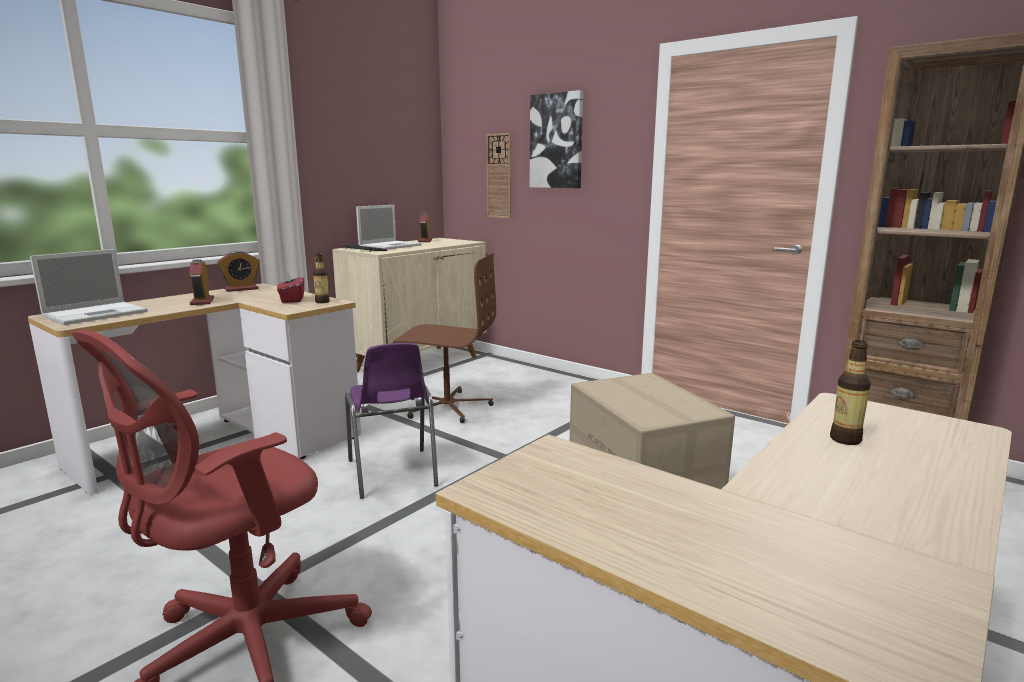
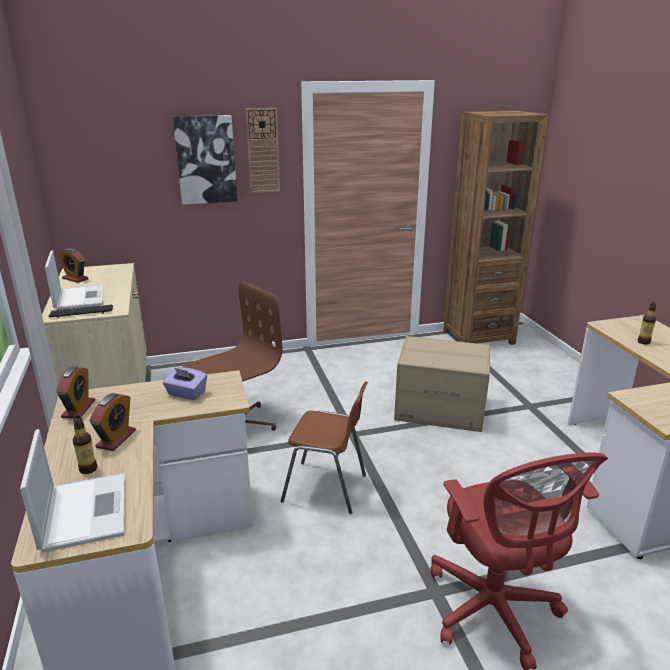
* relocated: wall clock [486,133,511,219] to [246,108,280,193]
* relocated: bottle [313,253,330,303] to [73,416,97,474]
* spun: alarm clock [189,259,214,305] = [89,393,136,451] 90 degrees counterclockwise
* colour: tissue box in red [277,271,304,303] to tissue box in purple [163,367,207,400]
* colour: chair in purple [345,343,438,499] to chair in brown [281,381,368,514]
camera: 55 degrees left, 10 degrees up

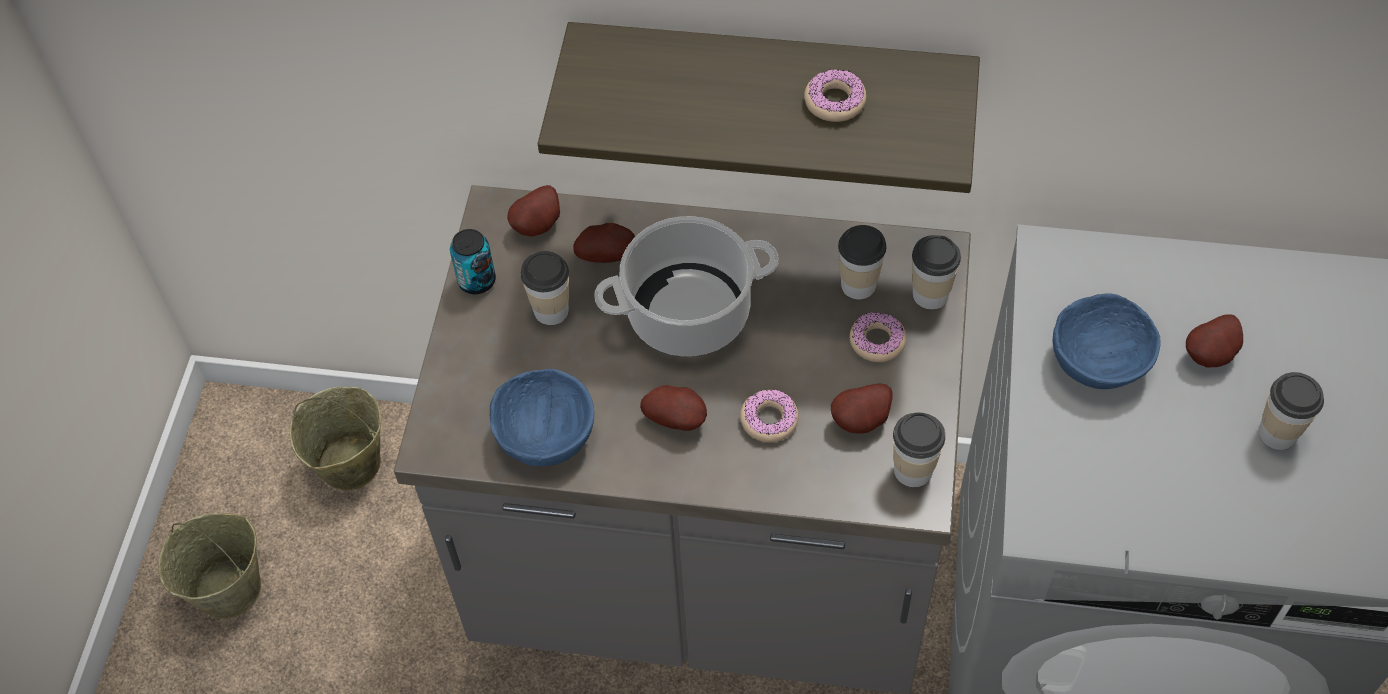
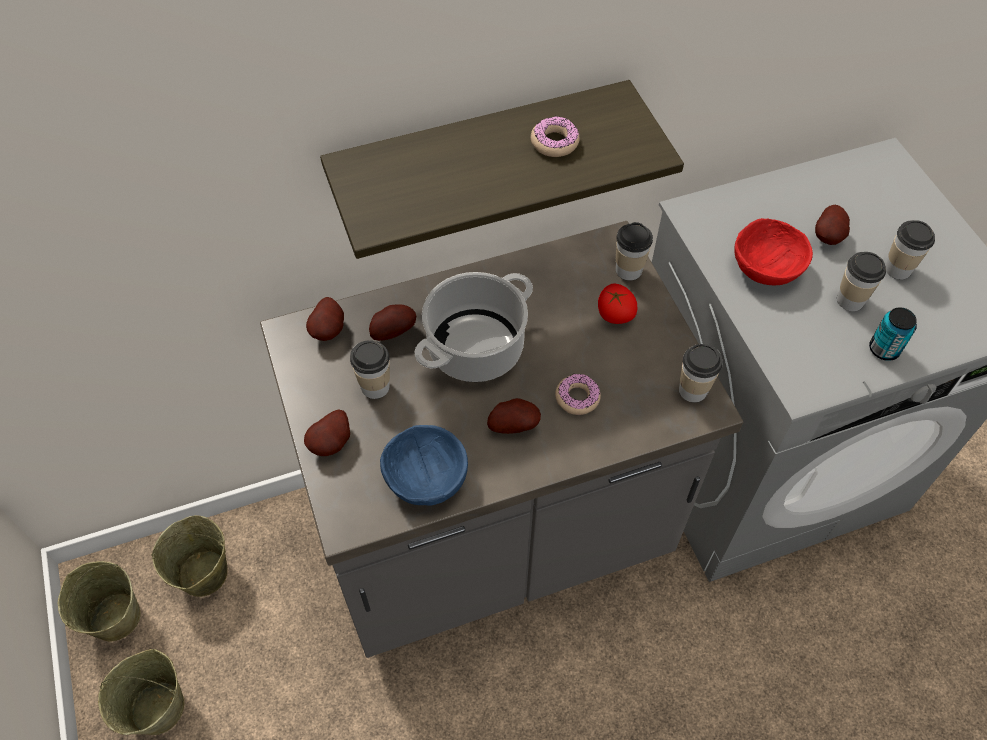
* relocated: cup [838,225,886,299] to [837,252,886,311]
* relocated: can [450,229,496,294] to [869,307,917,361]
* colour: bowl in blue [1053,293,1160,389] to bowl in red [735,218,813,285]
* exchanged: donut [850,312,907,362] to tomato [598,283,637,324]
* relocated: potato [831,384,893,434] to [304,410,350,456]
* appeared: bucket in beige [58,561,141,641]
camera: 30 degrees left, 0 degrees up

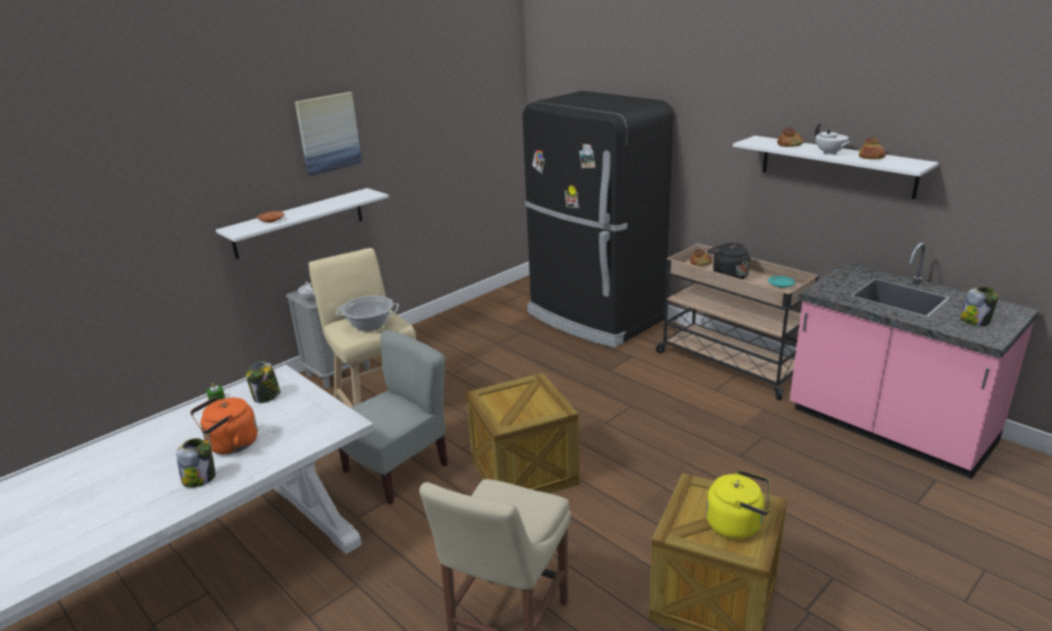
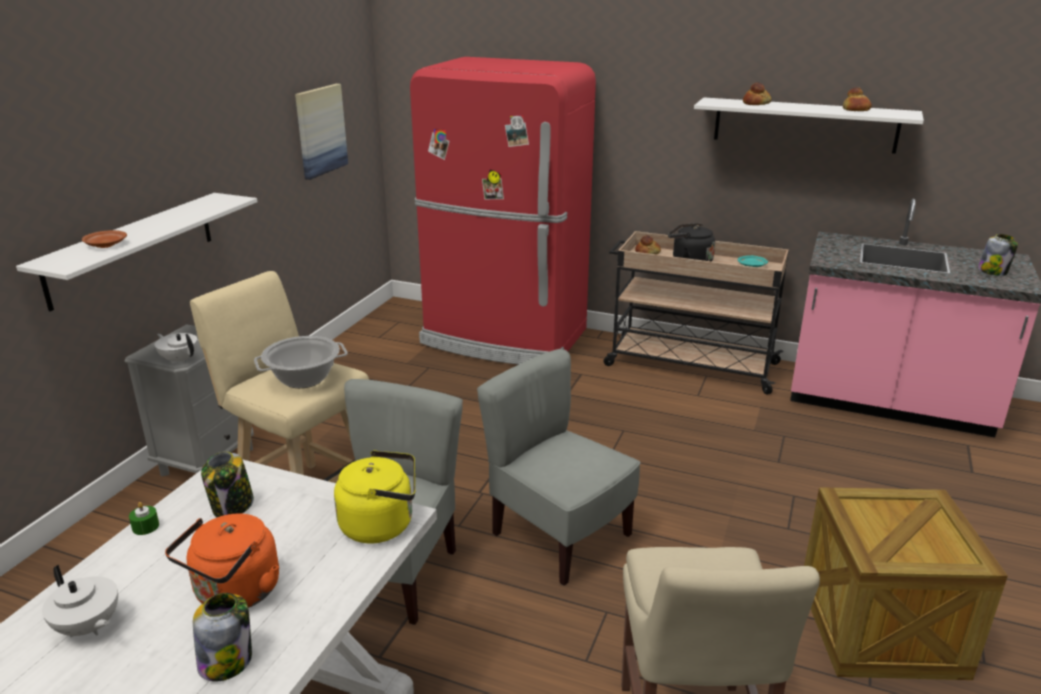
* colour: fridge in black [523,91,673,348] to fridge in red [410,57,596,365]
* relocated: picture [295,92,362,176] to [295,84,348,180]
* relocated: teapot in white [815,123,852,155] to [42,565,118,637]
* exchanged: crate [466,373,579,493] to chair in grey [477,349,641,585]
* relocated: kettle in yellow [706,470,770,539] to [334,450,416,543]
camera: 25 degrees left, 0 degrees up

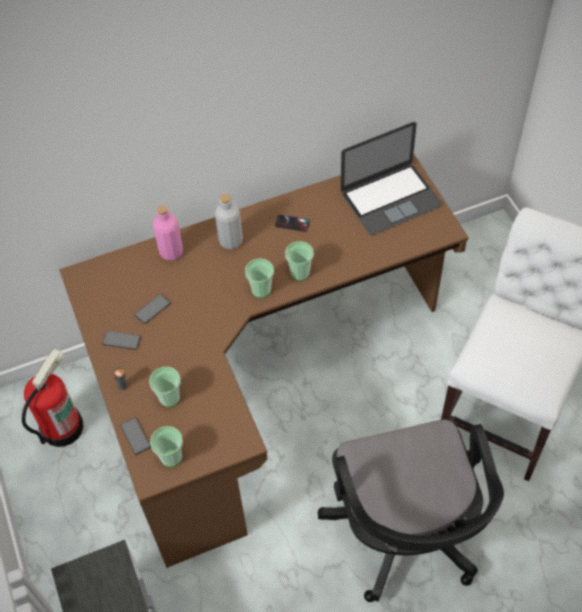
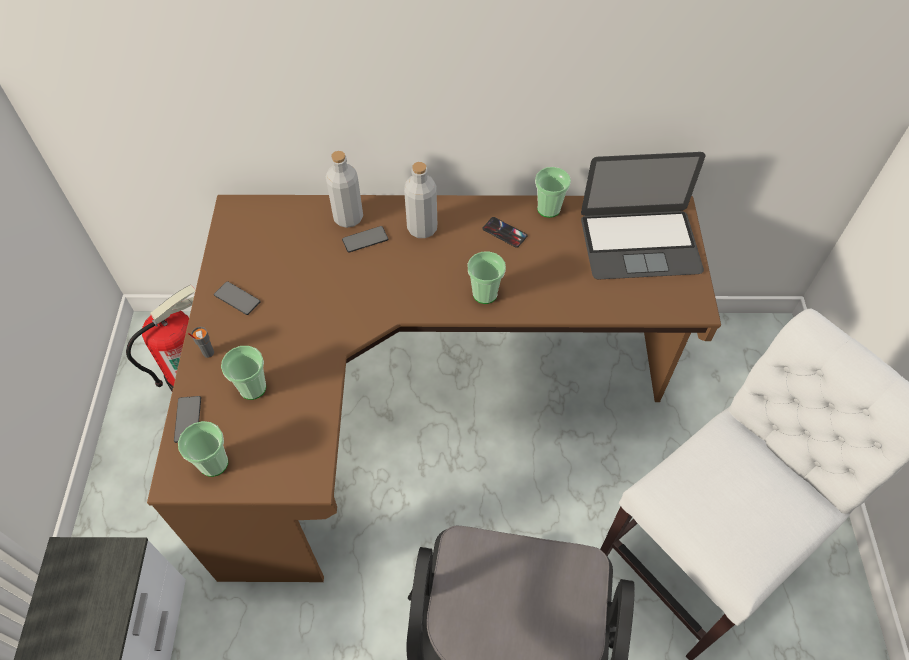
* colour: bottle in pink [153,205,183,261] to bottle in grey [326,151,363,228]
* relocated: cup [245,258,274,298] to [535,167,571,218]
* relocated: phone [135,294,170,324] to [342,226,388,253]
camera: 20 degrees right, 0 degrees up

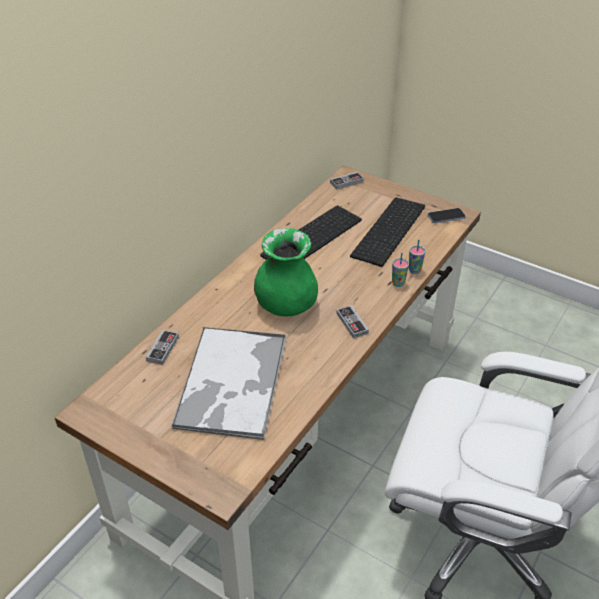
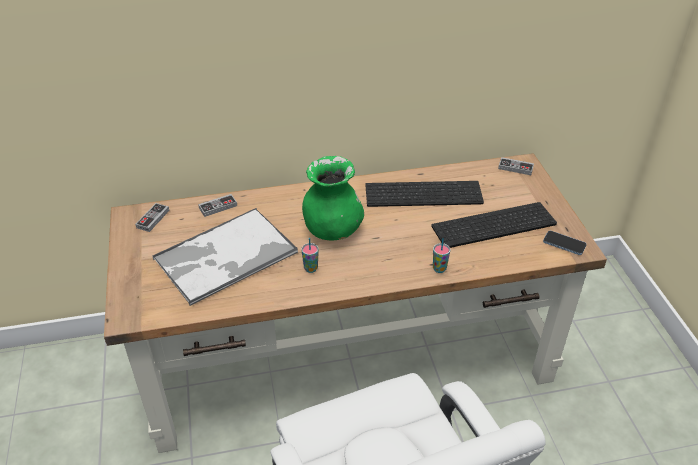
* relocated: cup [409,239,425,274] to [301,238,319,273]
* relocated: game controller [336,305,369,338] to [135,203,170,232]
camera: 45 degrees right, 0 degrees up

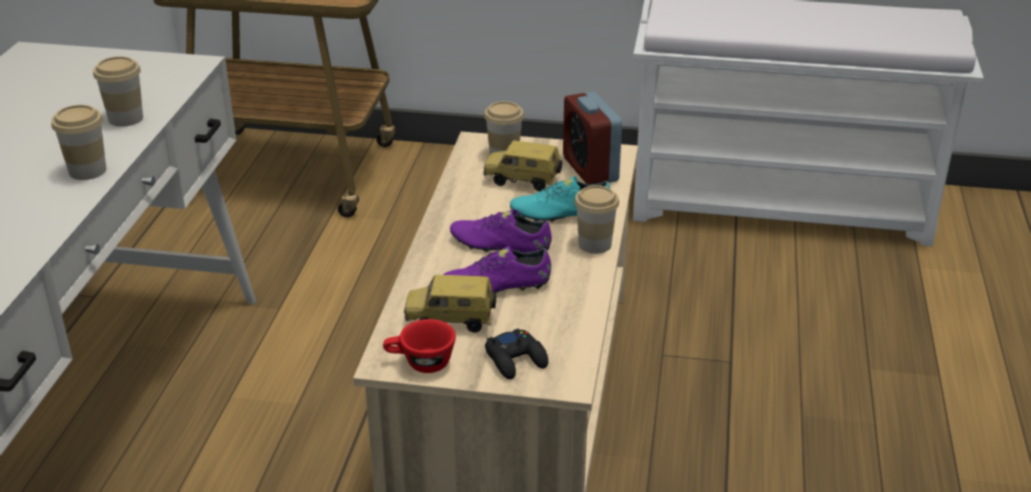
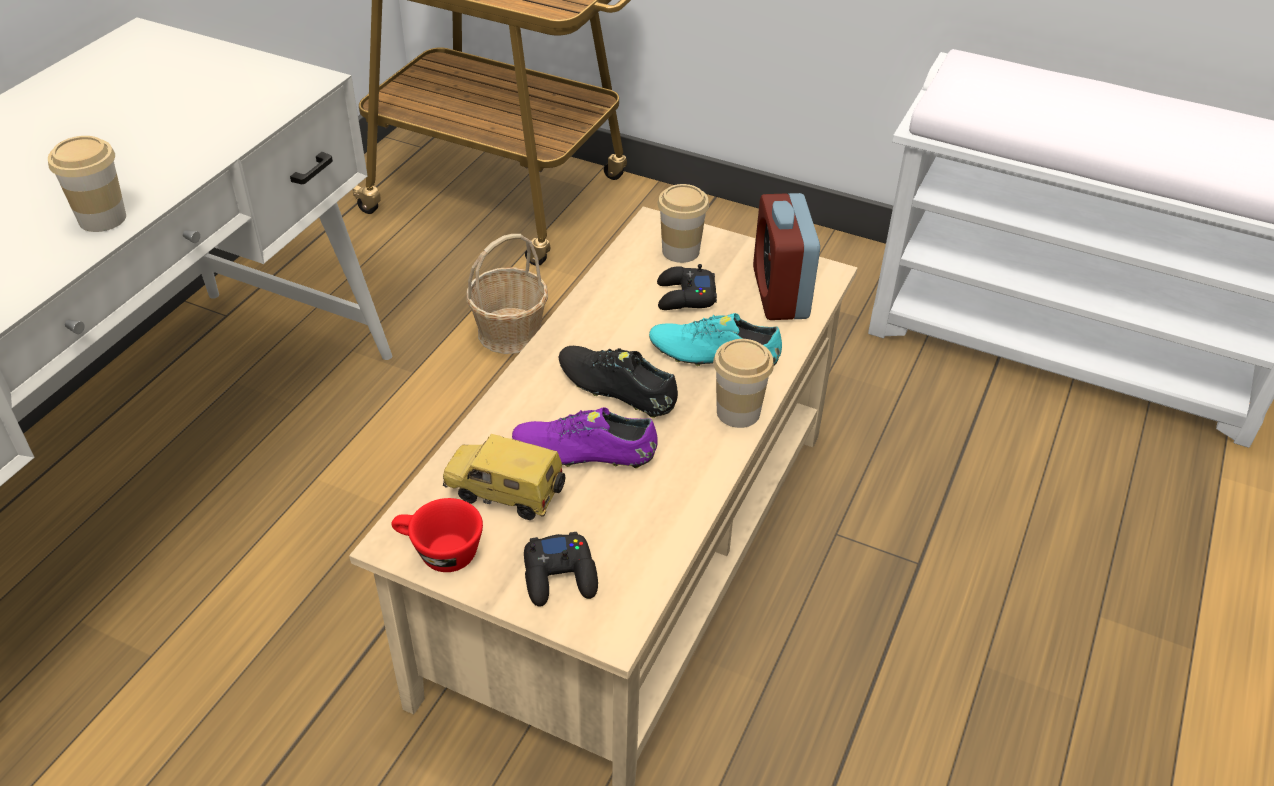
* missing: cup [93,56,143,127]
* exchanged: toy car [483,140,562,191] to game controller in black [657,264,717,310]
* colour: shoe in purple [450,210,552,253] to shoe in black [559,346,678,418]
* appeared: basket [467,234,548,354]
camera: 15 degrees right, 10 degrees up

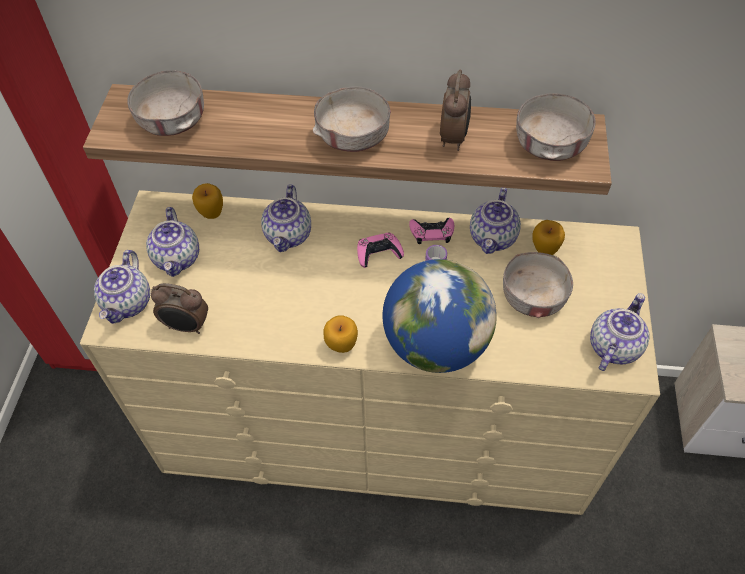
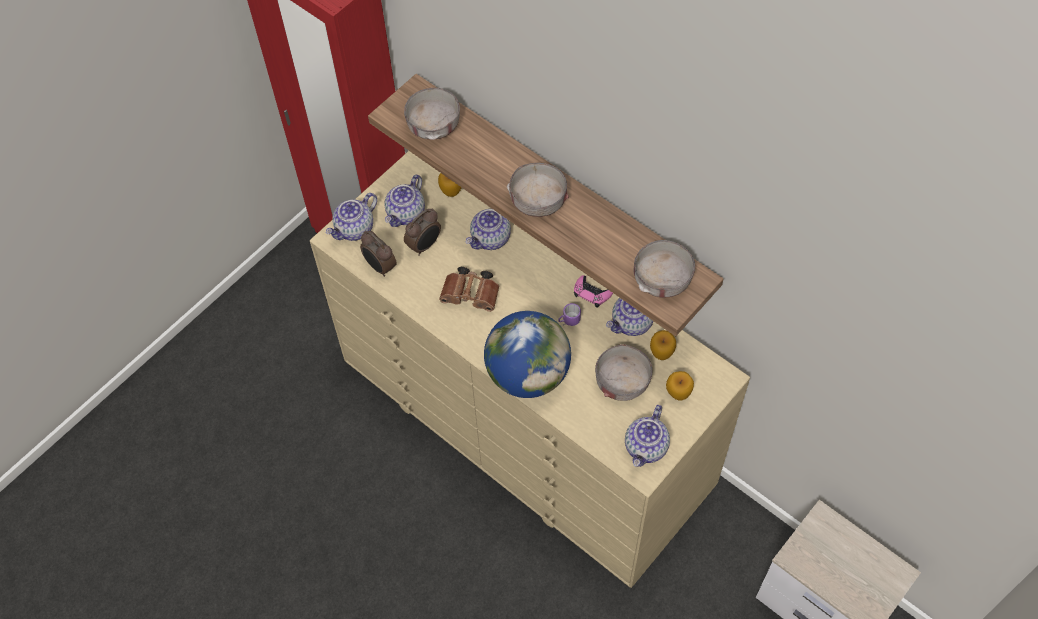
* relocated: alarm clock [440,70,471,151] to [404,208,441,256]
* missing: game controller in pink [357,233,404,268]
* spun: teapot [590,293,649,371] = [625,405,670,467] 135 degrees clockwise
* relocated: apple [323,315,358,353] to [666,371,694,401]
* appeared: binoculars in brown [439,267,499,312]
camera: 35 degrees right, 5 degrees up

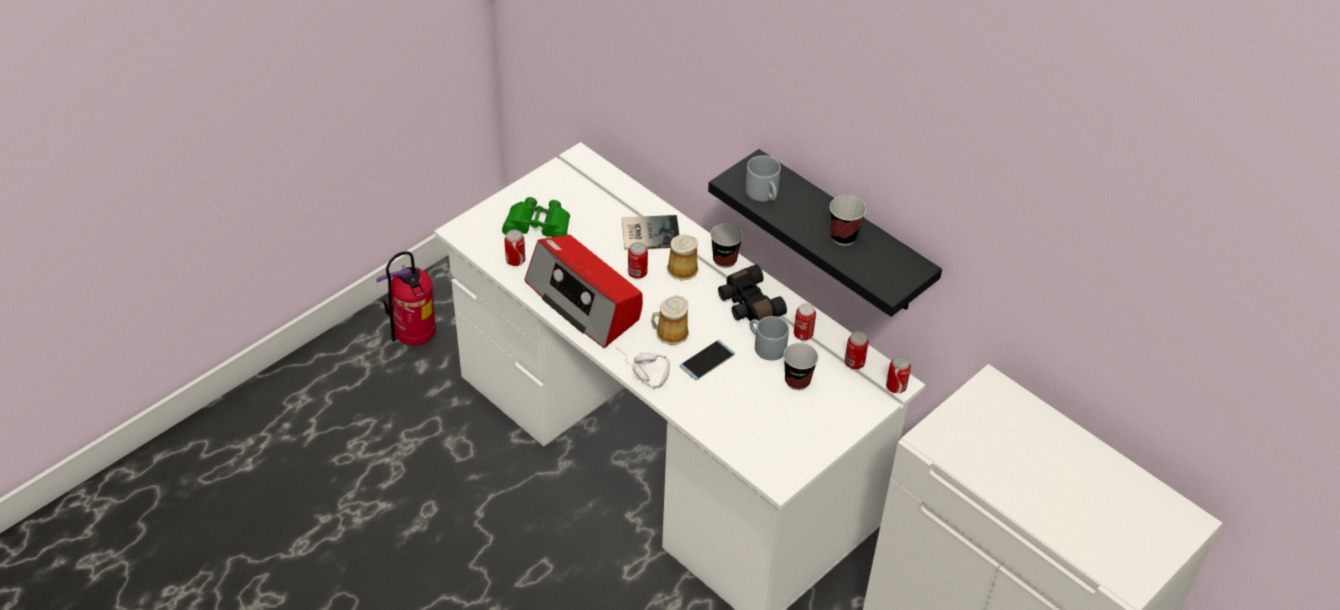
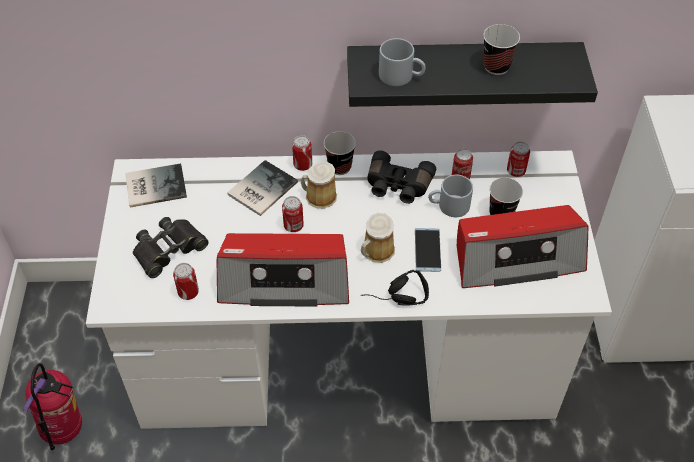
* colour: binoculars in green [502,197,570,237] to binoculars in black [133,217,209,278]
* colour: headphones in white [616,347,670,389] to headphones in black [361,270,429,306]
* relocated: can [886,355,911,393] to [292,135,312,171]
* appeared: book [125,163,187,208]
* appeared: radio [457,205,588,288]
camera: 45 degrees left, 5 degrees up

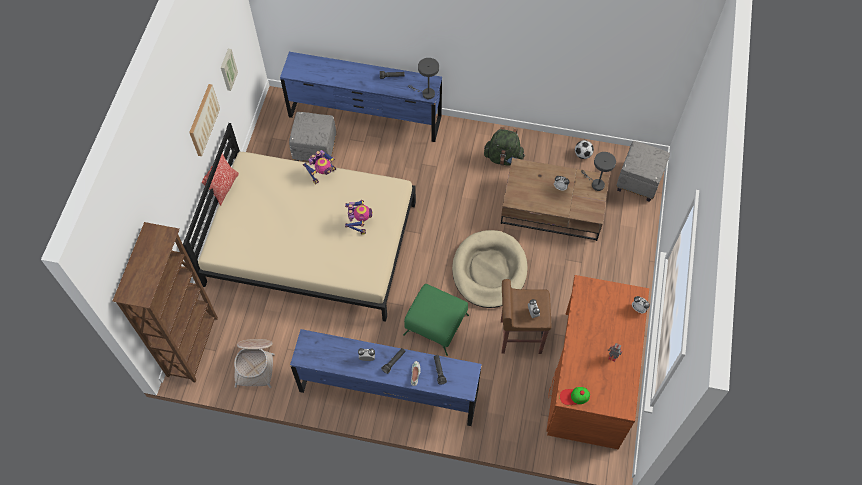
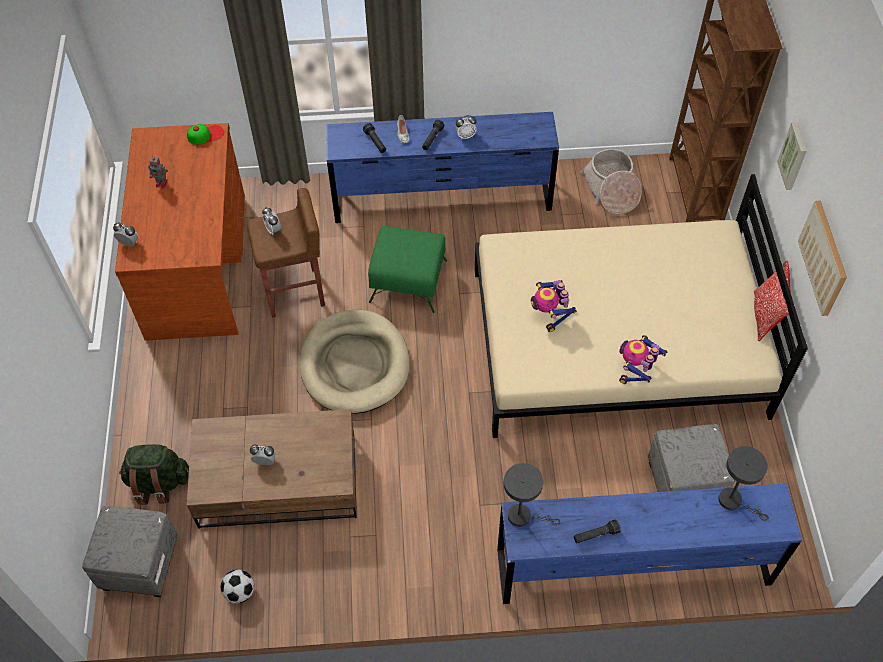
* relocated: picture [221,49,238,91] to [777,122,807,190]
* relocated: backpack in green [484,127,525,166] to [119,444,189,505]
* relocated: table lamp in grey [581,152,616,191] to [718,446,769,521]
camera: 165 degrees right, 5 degrees down

